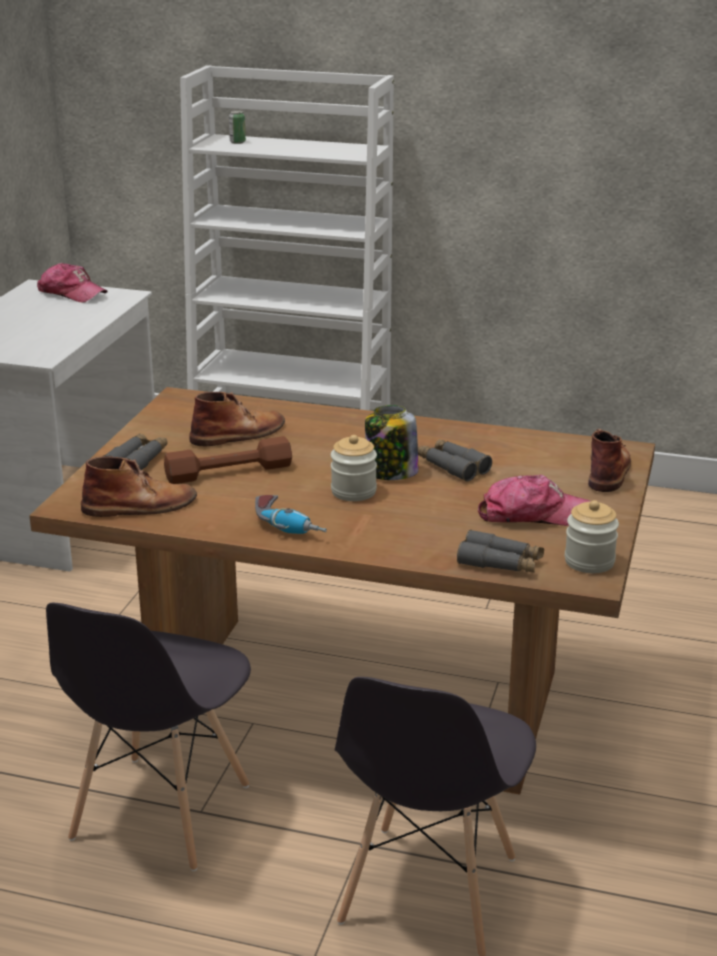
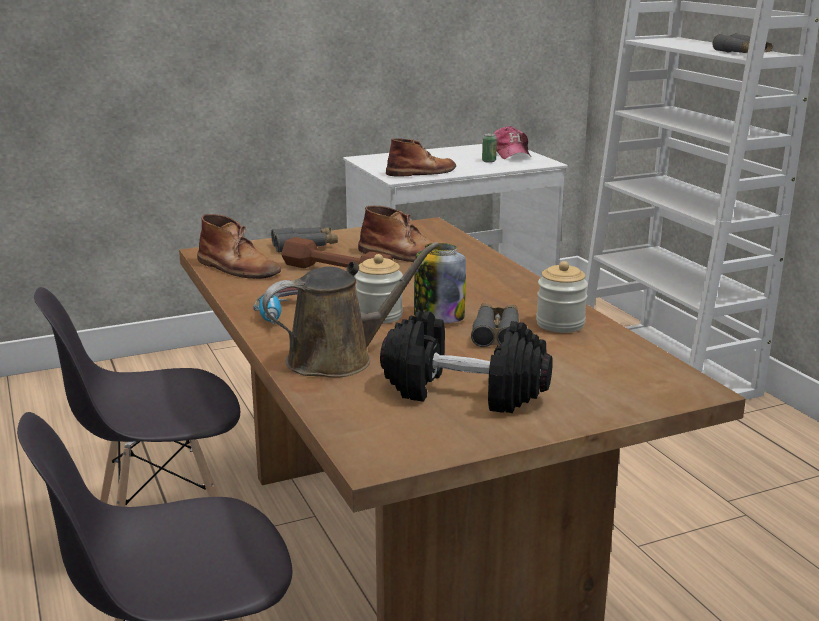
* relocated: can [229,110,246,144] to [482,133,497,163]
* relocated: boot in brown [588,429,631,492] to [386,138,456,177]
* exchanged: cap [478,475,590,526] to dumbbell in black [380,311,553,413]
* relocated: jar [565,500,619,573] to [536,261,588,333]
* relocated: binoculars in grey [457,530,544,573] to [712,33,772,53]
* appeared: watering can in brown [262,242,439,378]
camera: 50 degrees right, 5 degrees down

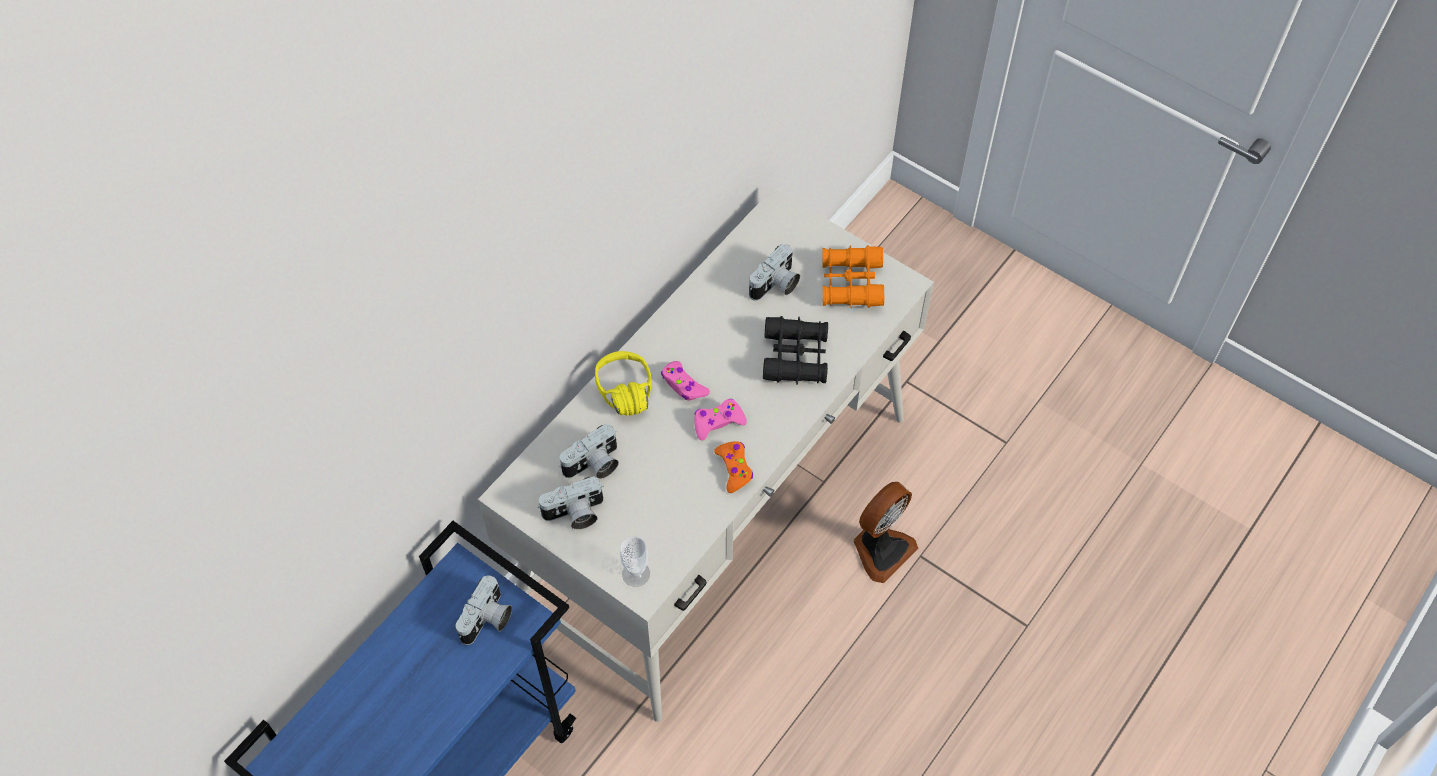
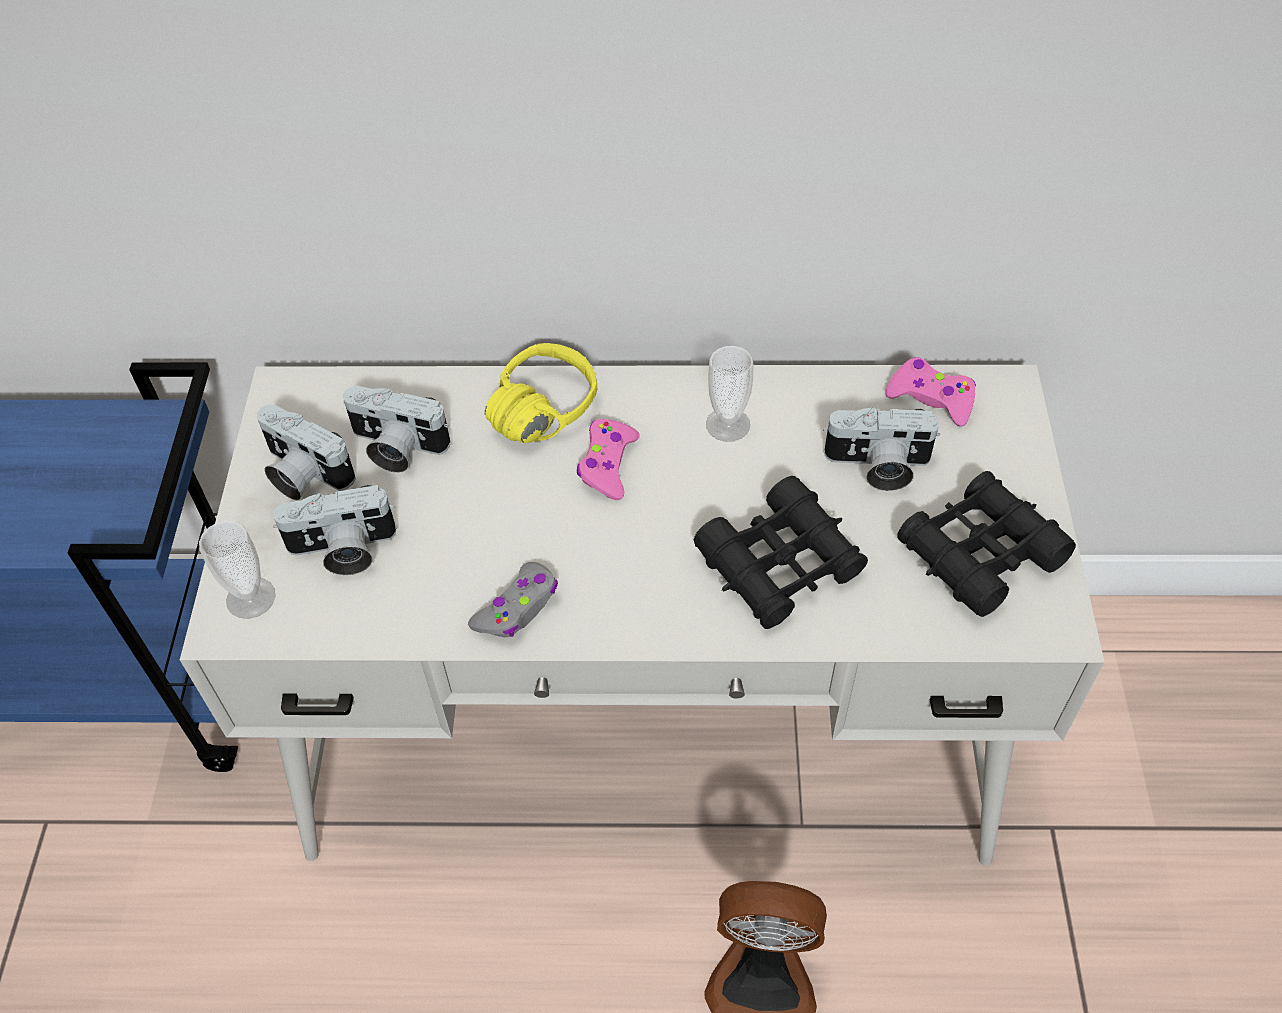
* colour: binoculars in orange [822,245,884,308] to binoculars in black [897,471,1076,617]
* relocated: game controller in pink [694,399,747,441] to [885,357,976,427]
* colour: game controller in orange [714,441,753,493] to game controller in grey [468,562,558,637]
* relocated: photo camera [456,575,512,645] to [273,485,397,575]
* appeared: cup [706,346,754,442]
camera: 55 degrees right, 5 degrees down

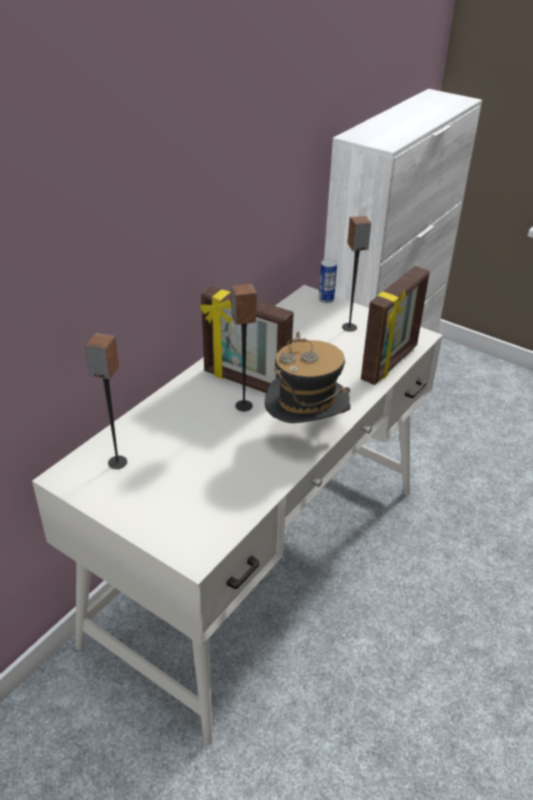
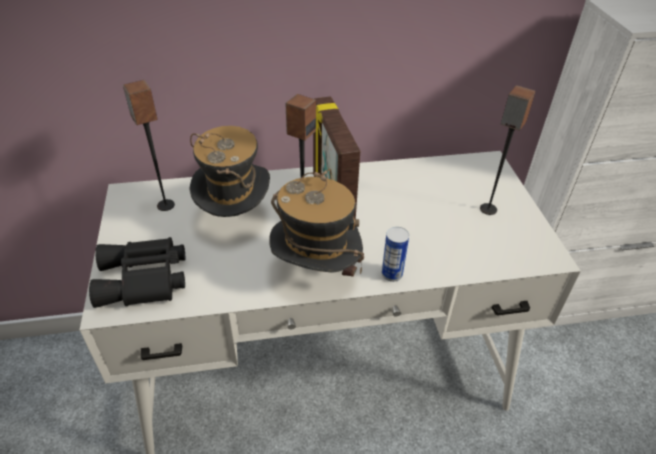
* relocated: can [319,259,337,303] to [382,227,409,282]
* missing: picture frame [361,266,430,385]
* appeared: hat [190,126,270,217]
* appeared: binoculars in black [89,237,185,308]
camera: 45 degrees right, 5 degrees up

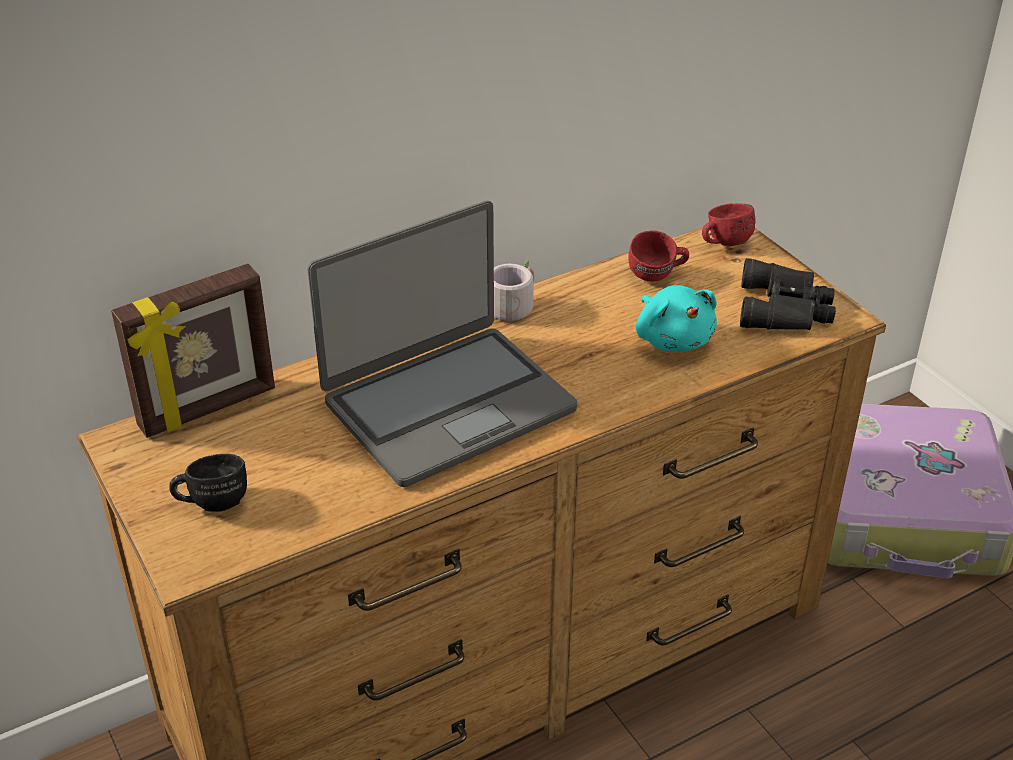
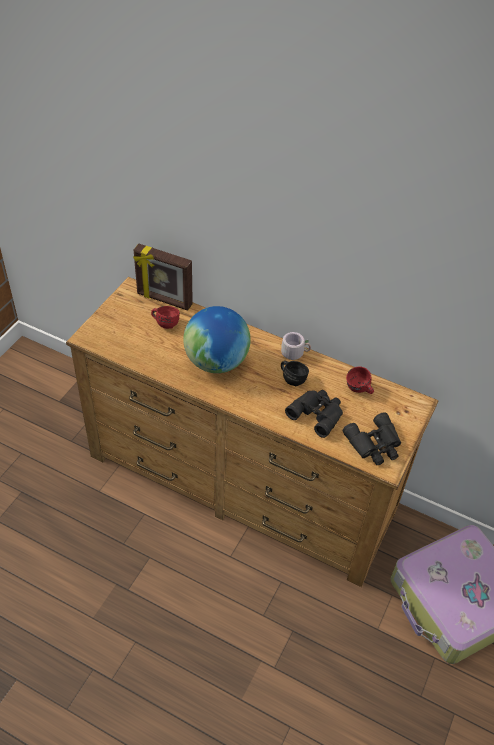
* exchanged: laptop [307,201,577,487] to globe [183,306,251,373]
* relocated: mug in red [702,203,755,246] to [151,306,180,329]
* exchanged: plush toy in turquoise [636,285,717,352] to binoculars in black [285,390,343,438]
* relocated: mug in black [169,454,247,512] to [281,361,309,386]
camera: 55 degrees right, 10 degrees up

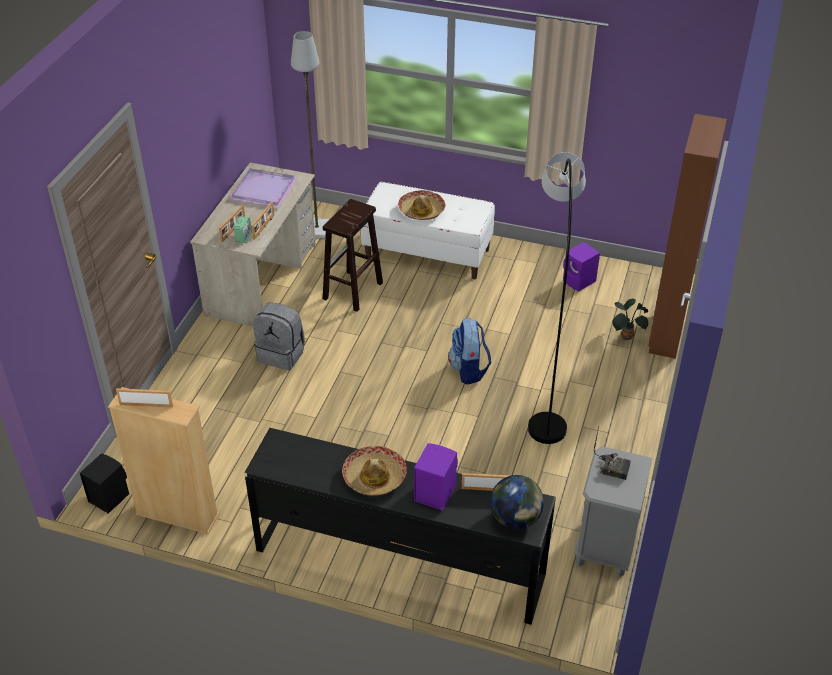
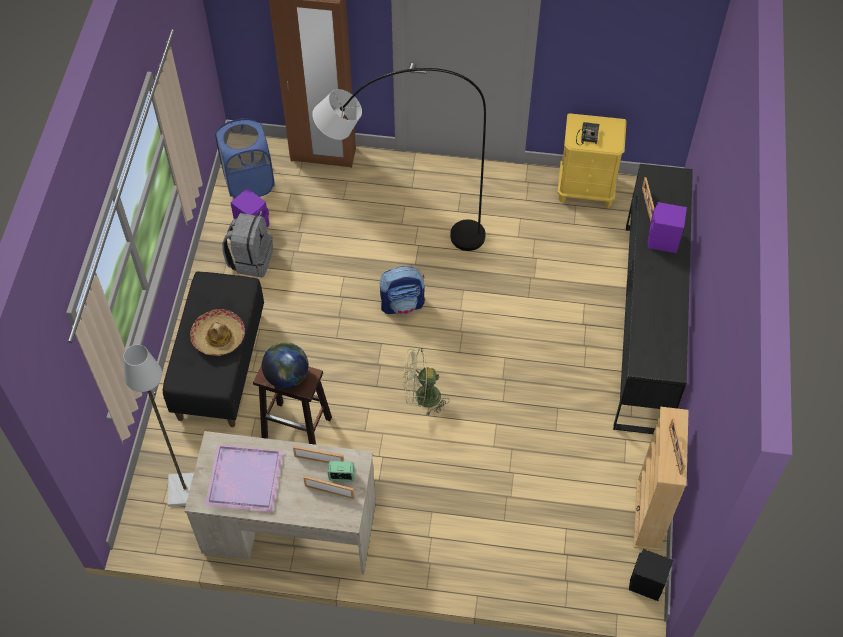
* colour: bench in white [361,182,495,279] to bench in black [163,272,264,427]
* missing: potted plant [613,299,648,340]
* relocated: backpack in grey [253,302,305,370] to [222,213,273,277]
* missing: hat [342,446,407,496]
* colour: nightstand in grey [574,447,652,577] to nightstand in yellow [558,113,627,207]
* relocated: globe [490,475,544,529] to [262,342,308,389]
* appeared: laundry basket in blue [215,118,275,198]
* appeared: fan in green [403,348,449,415]
camera: 100 degrees left, 15 degrees up

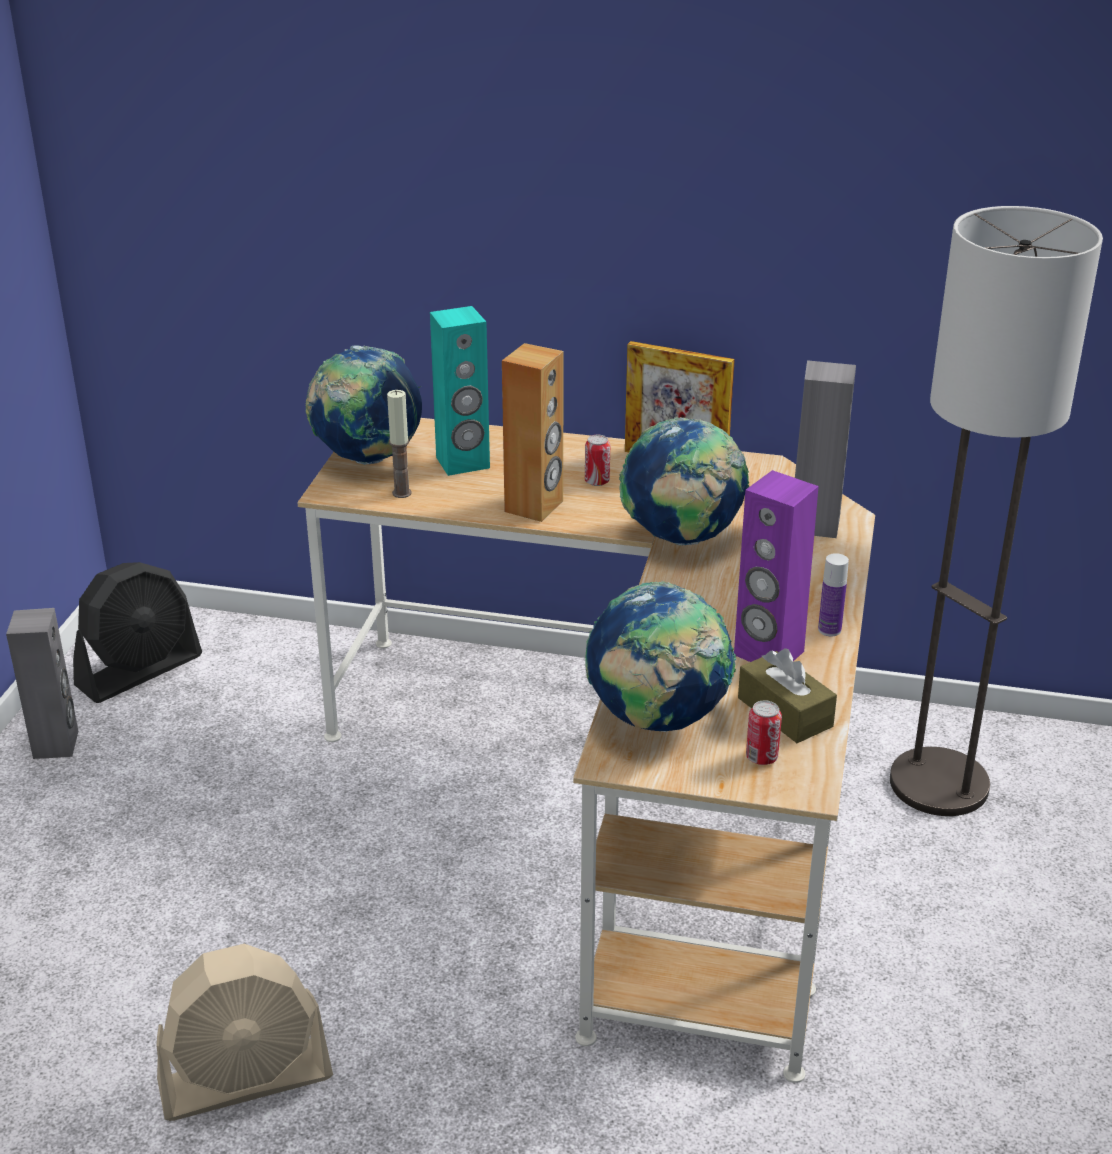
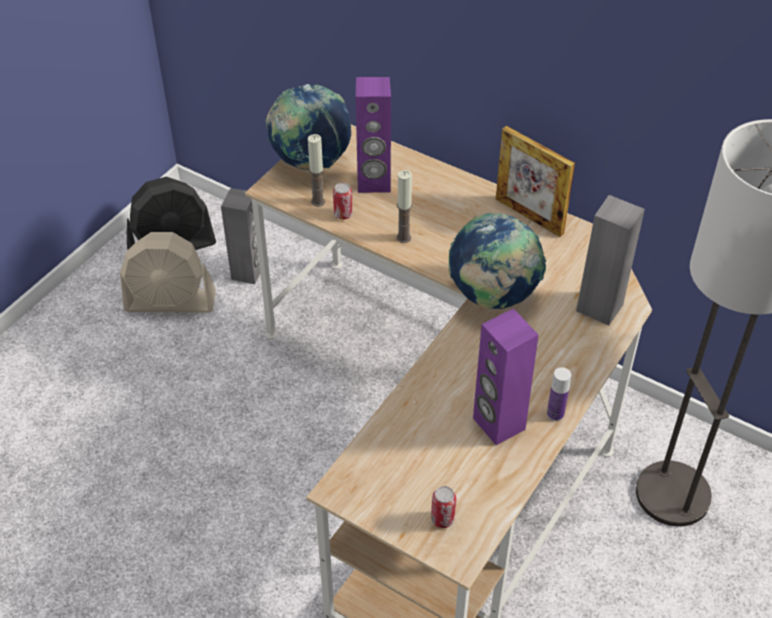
* colour: speaker in turquoise [430,306,490,476] to speaker in purple [356,77,391,193]
* exchanged: speaker in brown [502,343,564,522] to candle [397,170,412,243]
* relocated: can [585,435,610,486] to [333,183,353,220]
* missing: globe [586,581,736,732]
* relocated: speaker in grey [6,608,78,759] to [221,188,260,284]
* missing: tissue box in brown [738,648,837,743]
* relocated: fan in beige [157,944,333,1121] to [120,232,216,313]
camera: 20 degrees right, 15 degrees up

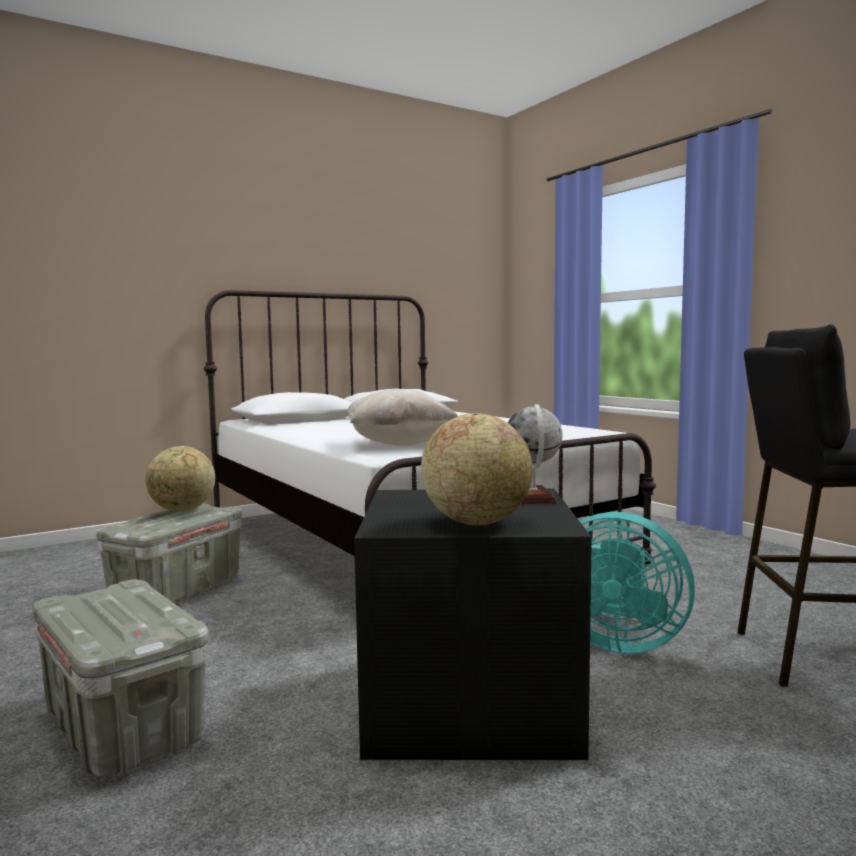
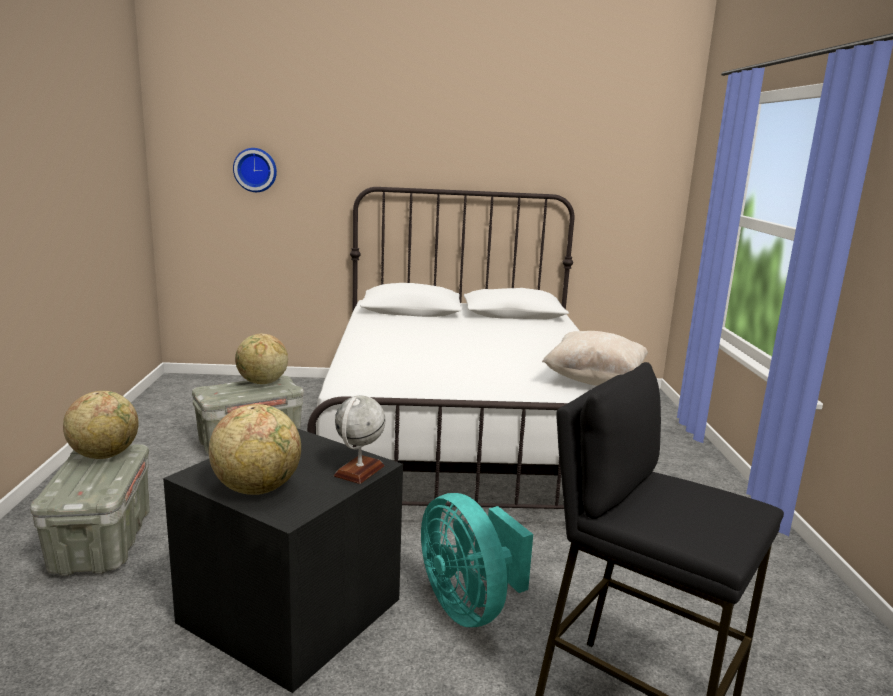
* relocated: pillow in beige [347,389,458,446] to [542,331,648,386]
* appeared: wall clock [233,148,277,192]
* appeared: globe [63,391,139,459]
camera: 30 degrees right, 10 degrees up

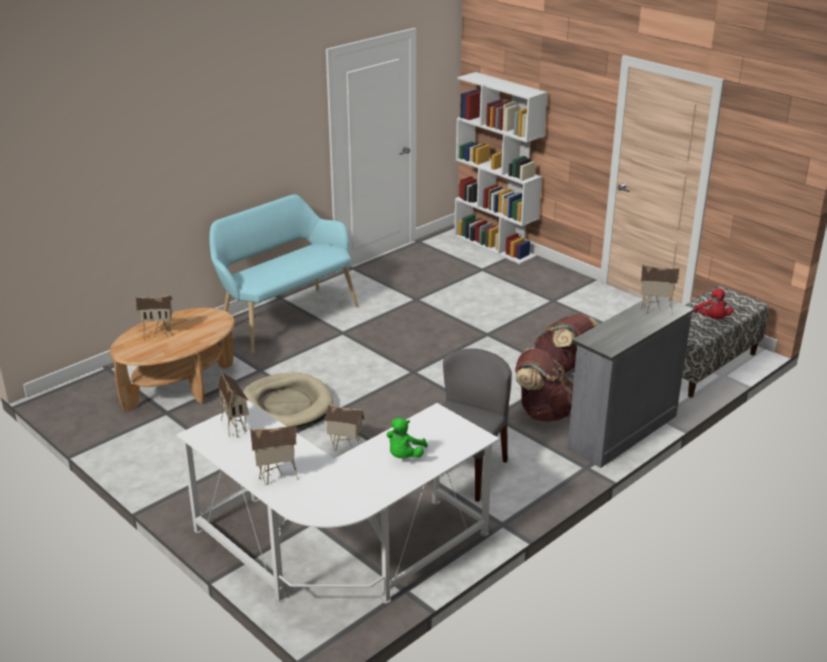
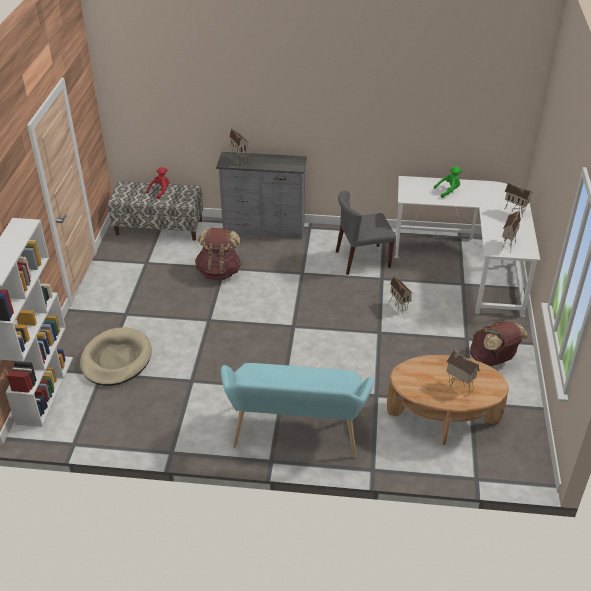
* relocated: backpack in brown [515,348,573,422] to [470,321,529,366]
* relocated: dog bed in beige [243,373,334,427] to [80,327,152,386]
camera: 130 degrees left, 10 degrees up

